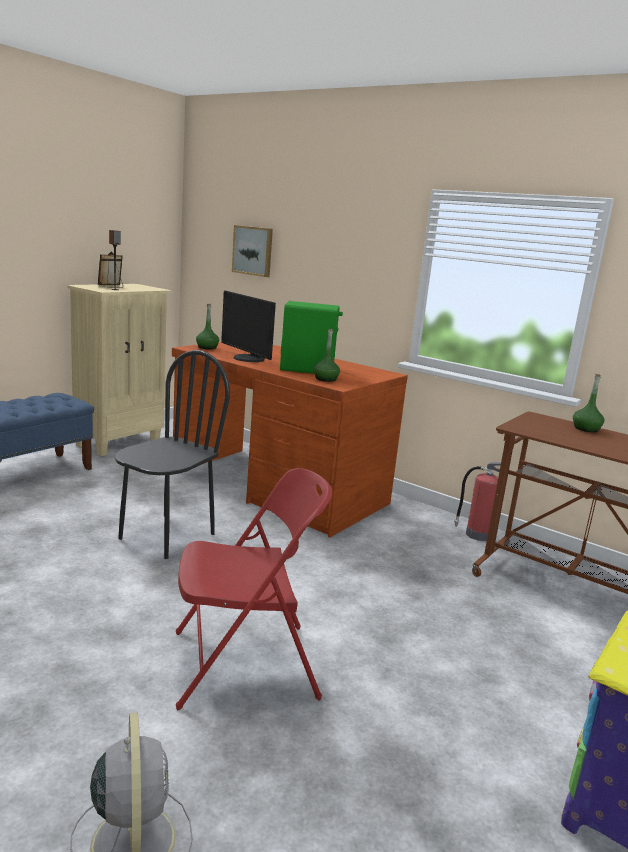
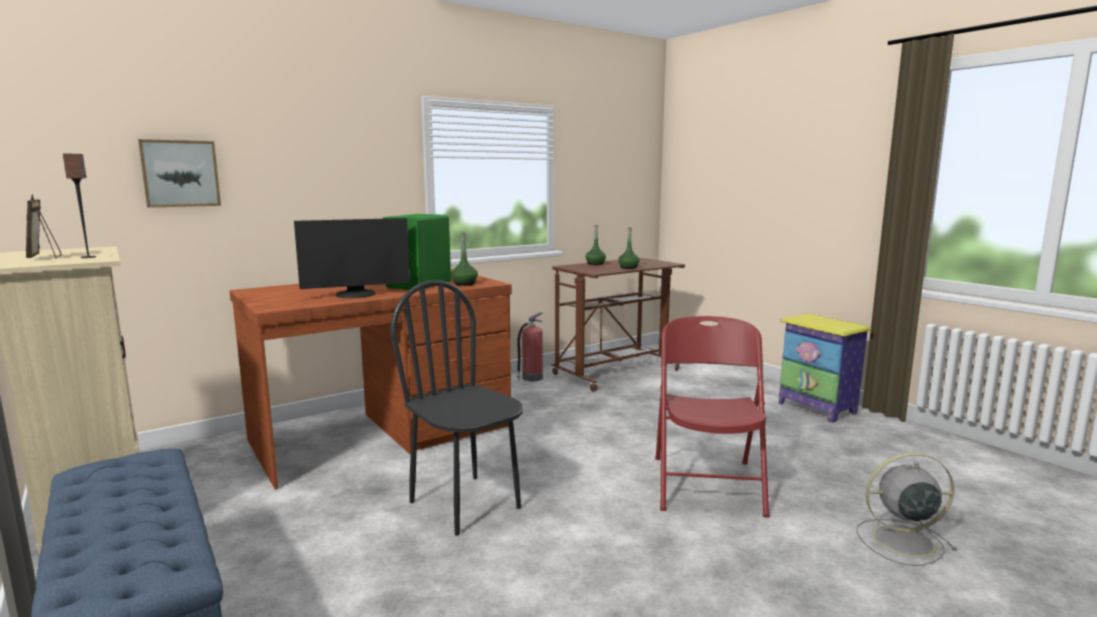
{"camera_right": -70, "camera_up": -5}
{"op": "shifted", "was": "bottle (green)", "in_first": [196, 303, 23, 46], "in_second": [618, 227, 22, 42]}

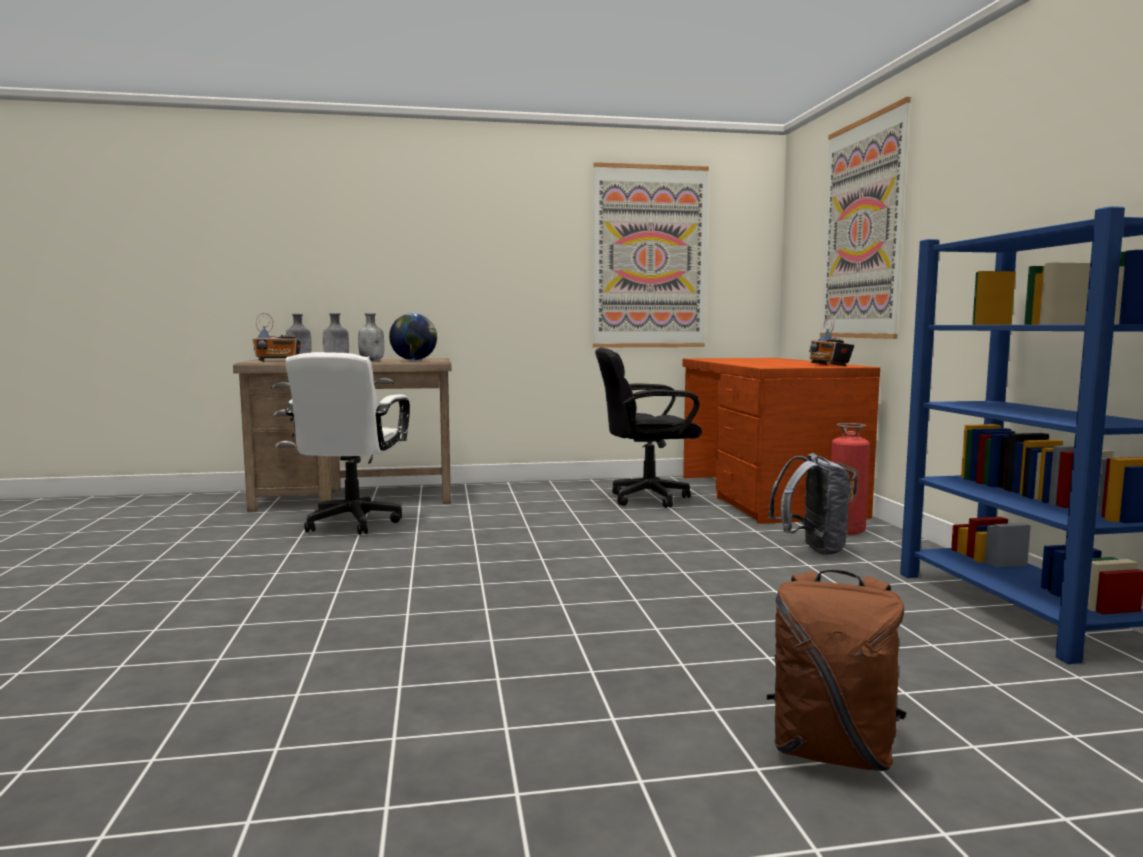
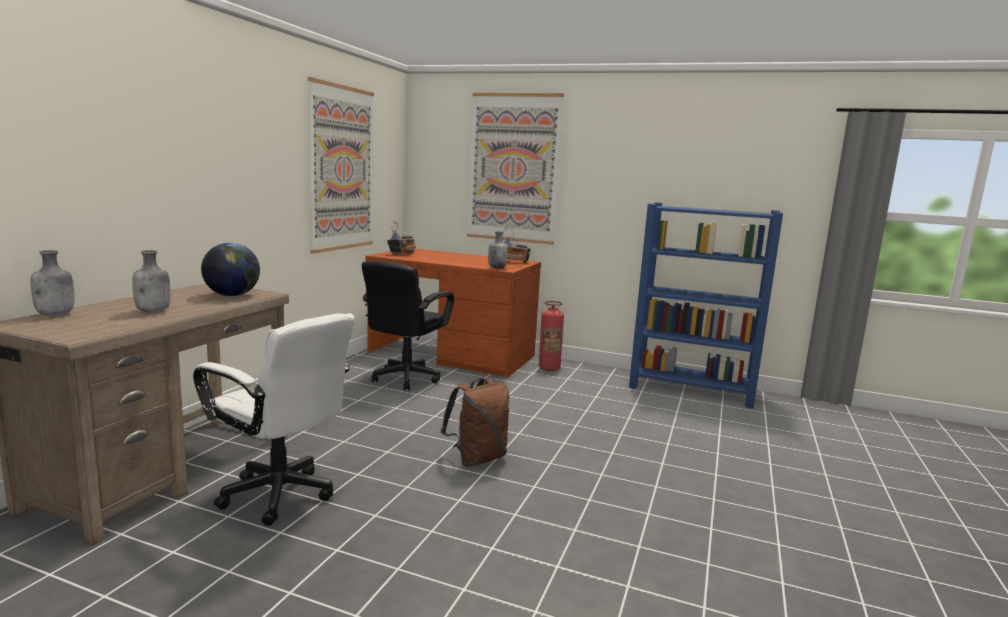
{"camera_right": -60, "camera_up": 5}
{"op": "shifted", "was": "radio", "in_first": [252, 313, 49, 48], "in_second": [387, 221, 29, 34]}
{"op": "shifted", "was": "backpack (brown)", "in_first": [767, 570, 140, 201], "in_second": [440, 378, 69, 89]}
{"op": "shifted", "was": "bottle (grey)", "in_first": [358, 313, 26, 48], "in_second": [488, 231, 20, 37]}
{"op": "gone", "was": "backpack (grey)", "in_first": [768, 453, 83, 102]}

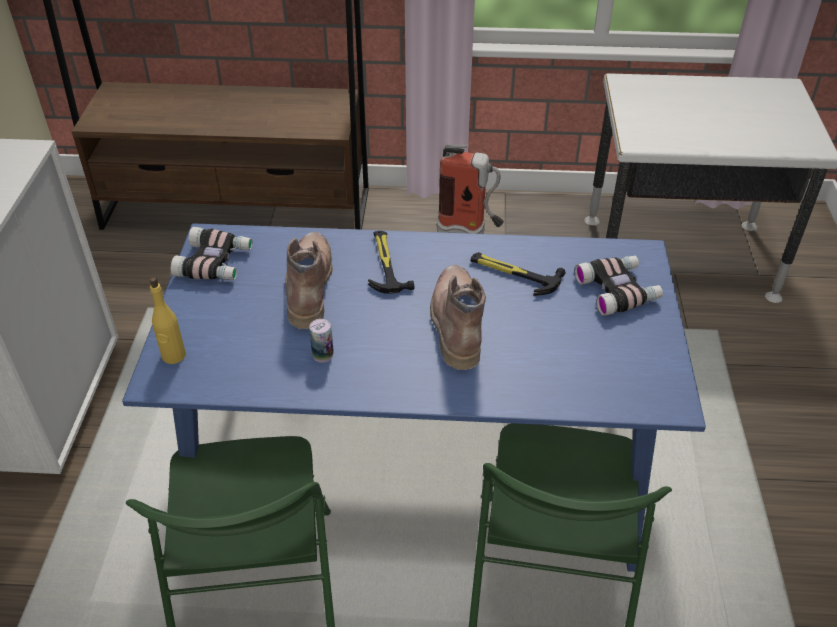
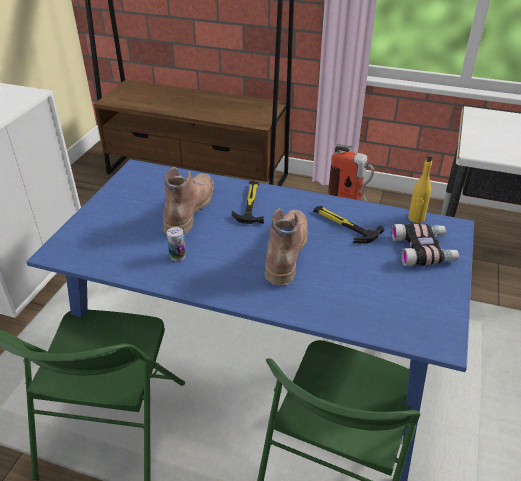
{"camera_right": 15, "camera_up": -5}
{"op": "shifted", "was": "bottle (yellow)", "in_first": [149, 277, 37, 87], "in_second": [408, 154, 25, 69]}
{"op": "gone", "was": "binoculars", "in_first": [170, 227, 83, 53]}

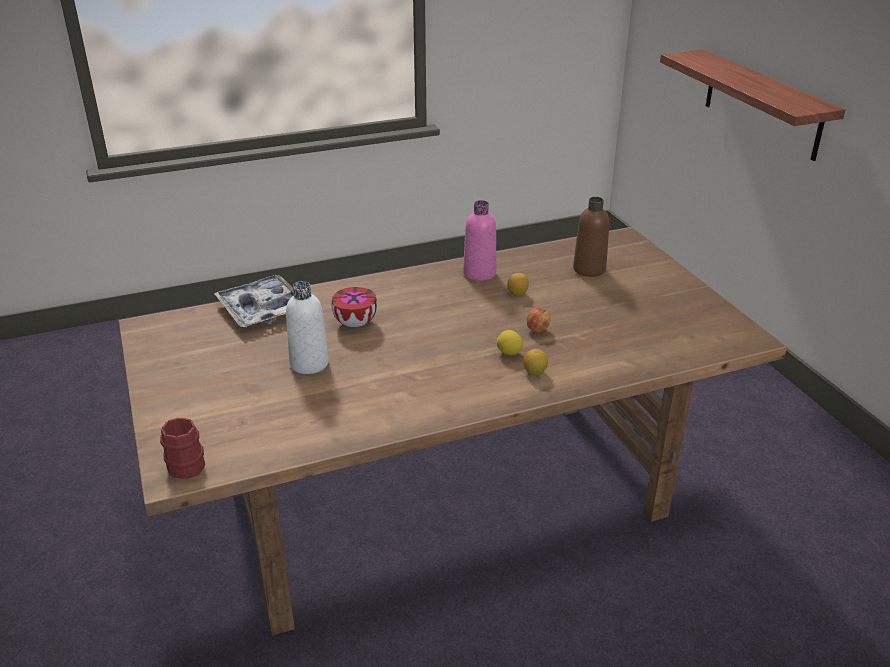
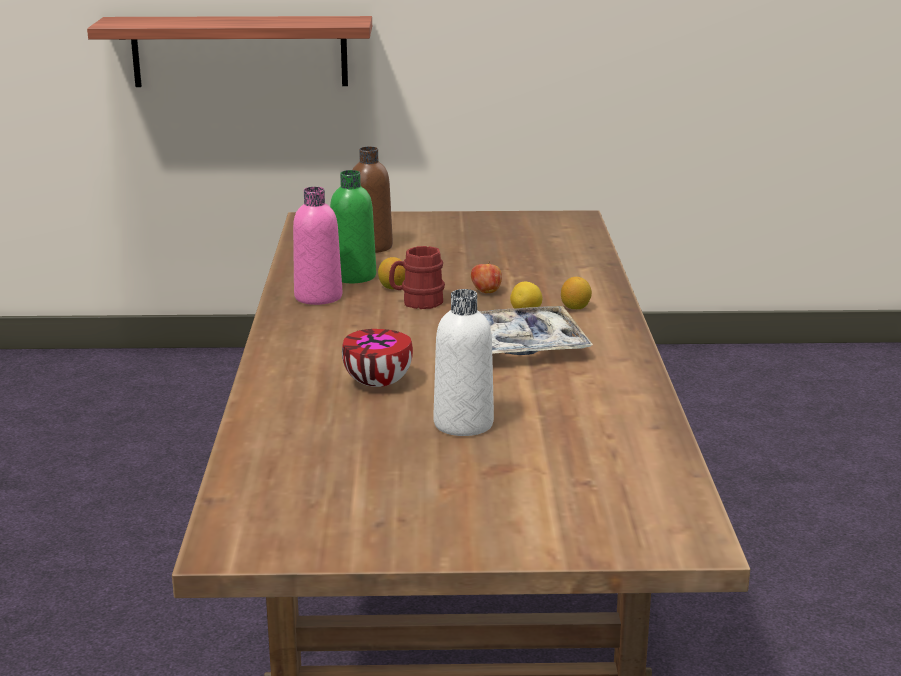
{"camera_right": -70, "camera_up": -10}
{"op": "new", "now": "bottle (green)", "in_second": [330, 170, 46, 113]}
{"op": "shifted", "was": "mug (red)", "in_first": [160, 418, 45, 61], "in_second": [389, 246, 56, 63]}
{"op": "shifted", "was": "tray", "in_first": [214, 275, 80, 52], "in_second": [479, 306, 114, 49]}

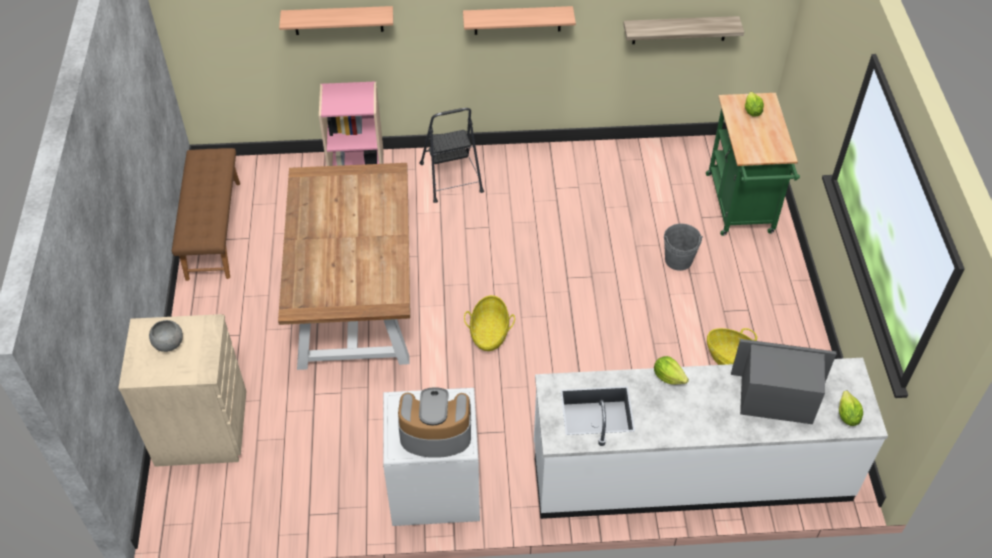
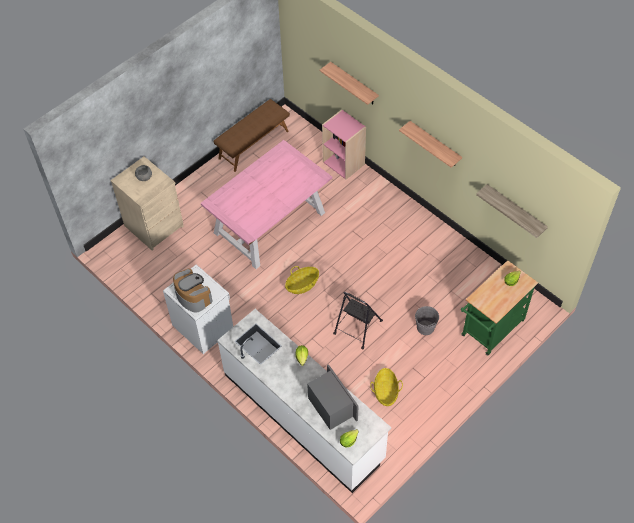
{"camera_right": 50, "camera_up": 5}
{"op": "repainted", "was": "dining table (brown)", "now": "dining table (pink)", "in_first": [278, 163, 132, 207], "in_second": [201, 140, 131, 129]}
{"op": "shifted", "was": "step ladder (black)", "in_first": [419, 108, 65, 95], "in_second": [333, 292, 50, 57]}

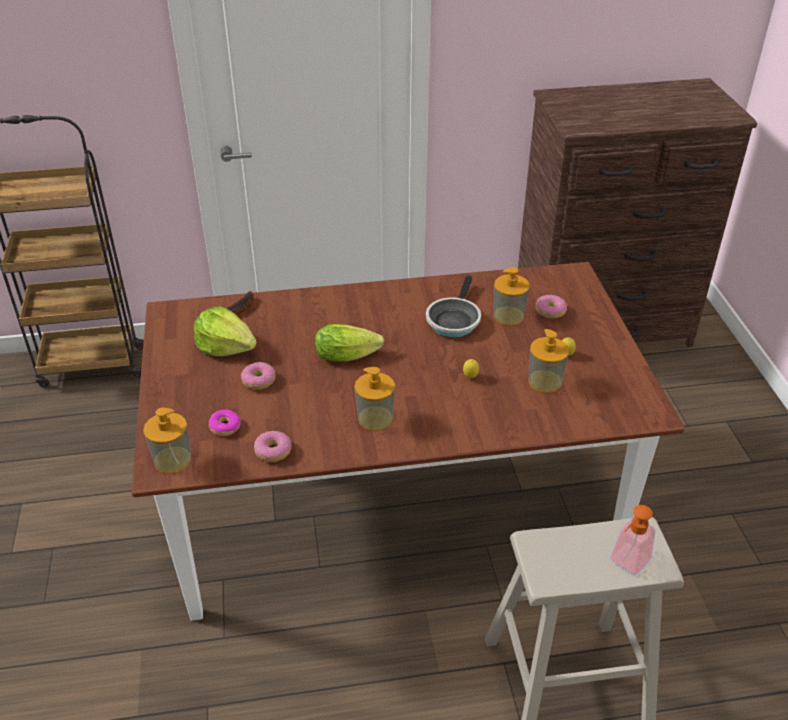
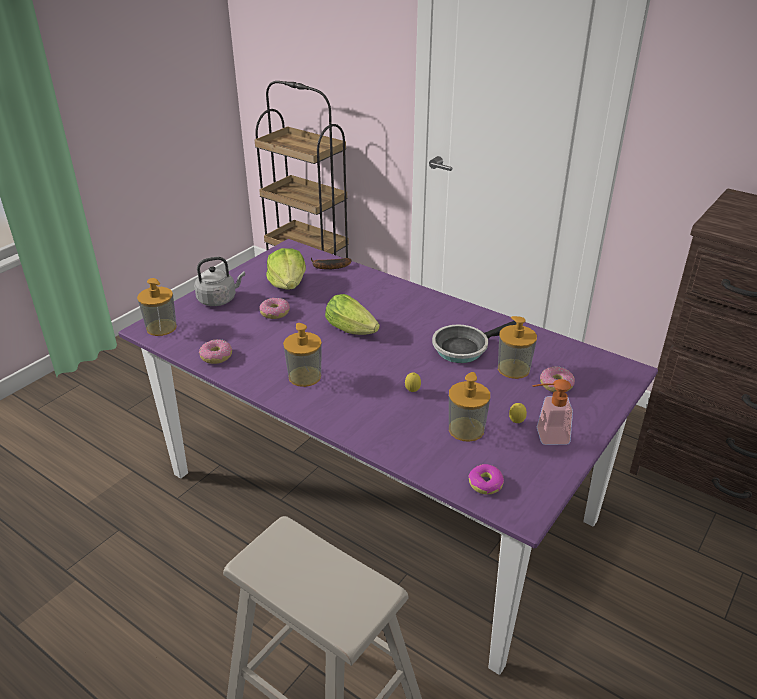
{"camera_right": 45, "camera_up": -5}
{"op": "repainted", "was": "dining table (brown)", "now": "dining table (purple)", "in_first": [132, 262, 553, 359], "in_second": [119, 239, 539, 436]}
{"op": "new", "now": "kettle (grey)", "in_second": [194, 257, 51, 49]}
{"op": "shifted", "was": "donut", "in_first": [209, 410, 32, 26], "in_second": [468, 464, 36, 30]}
{"op": "shifted", "was": "soap dispenser", "in_first": [610, 505, 46, 70], "in_second": [532, 379, 41, 66]}

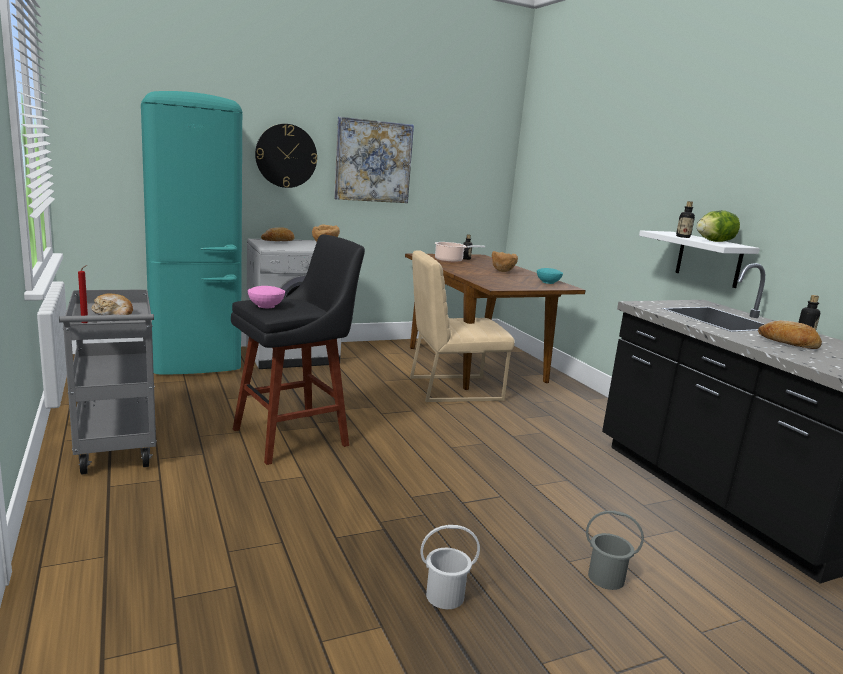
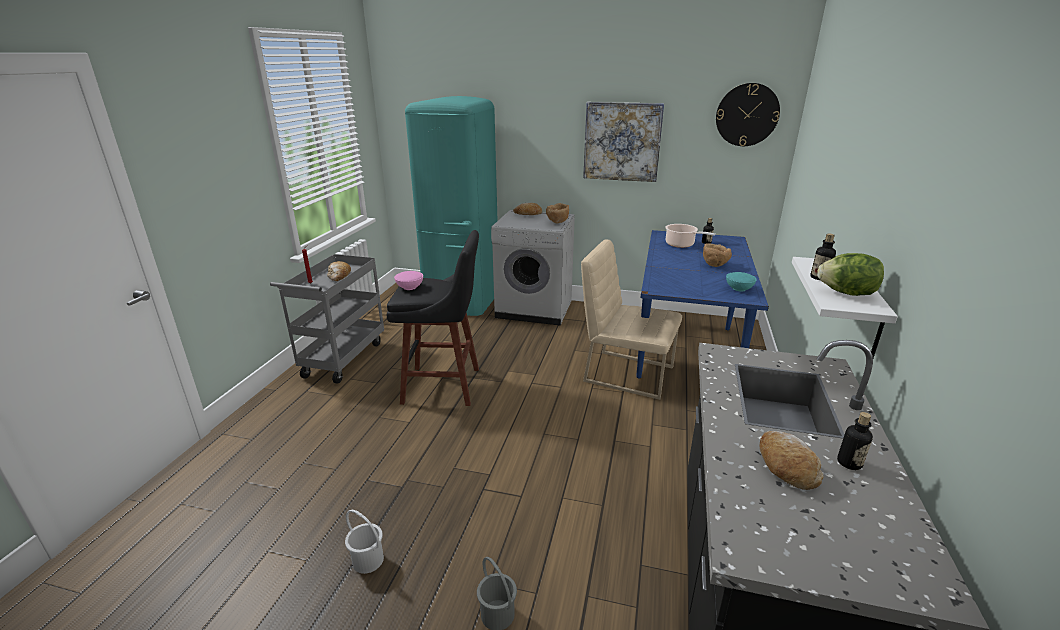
{"camera_right": 40, "camera_up": 10}
{"op": "repainted", "was": "dining table (brown)", "now": "dining table (blue)", "in_first": [405, 253, 181, 137], "in_second": [636, 230, 133, 148]}
{"op": "shifted", "was": "wall clock", "in_first": [255, 124, 62, 64], "in_second": [716, 83, 64, 63]}

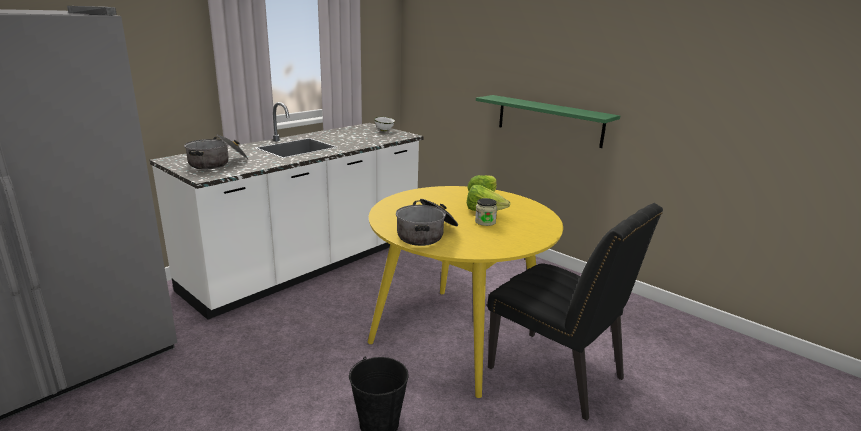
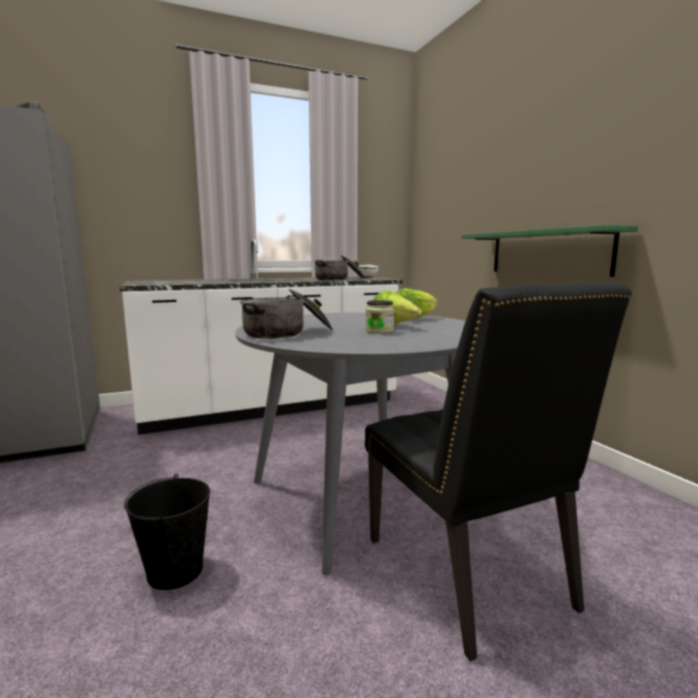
{"camera_right": 25, "camera_up": -10}
{"op": "repainted", "was": "dining table (yellow)", "now": "dining table (grey)", "in_first": [368, 186, 195, 212], "in_second": [235, 312, 231, 263]}
{"op": "shifted", "was": "cooking pot", "in_first": [184, 134, 64, 36], "in_second": [314, 255, 51, 25]}

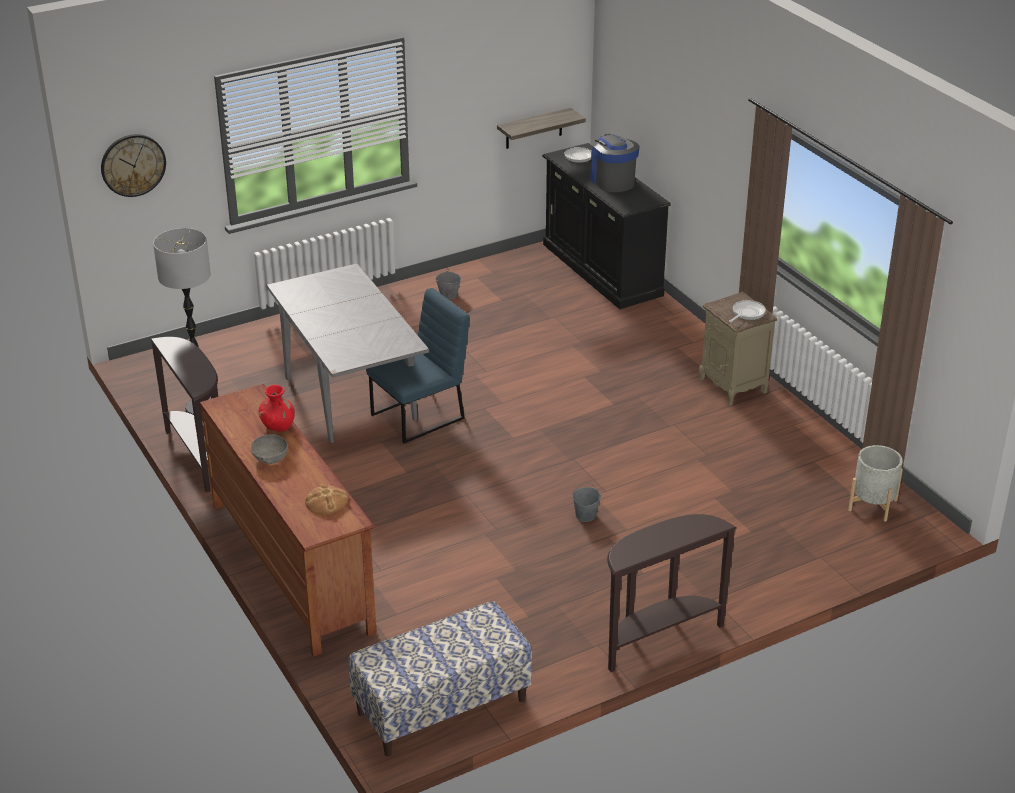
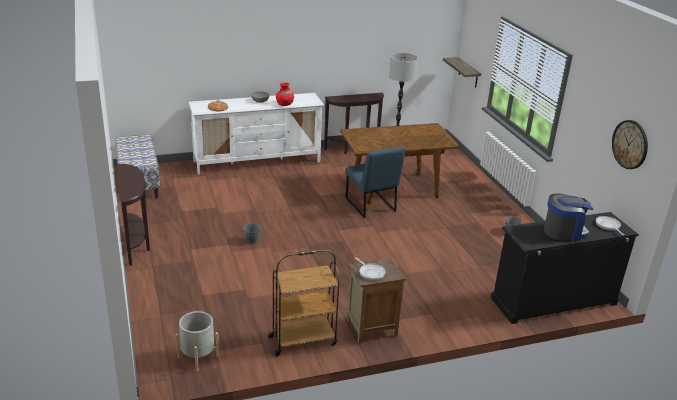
{"camera_right": 100, "camera_up": -5}
{"op": "repainted", "was": "dresser (brown)", "now": "dresser (white)", "in_first": [199, 384, 178, 273], "in_second": [188, 93, 137, 82]}
{"op": "new", "now": "cart (brown)", "in_second": [268, 250, 71, 107]}
{"op": "repainted", "was": "dining table (grey)", "now": "dining table (brown)", "in_first": [267, 263, 162, 181], "in_second": [340, 123, 120, 81]}
{"op": "shifted", "was": "shelf", "in_first": [497, 108, 89, 41], "in_second": [443, 57, 38, 31]}
{"op": "shifted", "was": "wall clock", "in_first": [101, 134, 65, 63], "in_second": [612, 120, 36, 49]}

